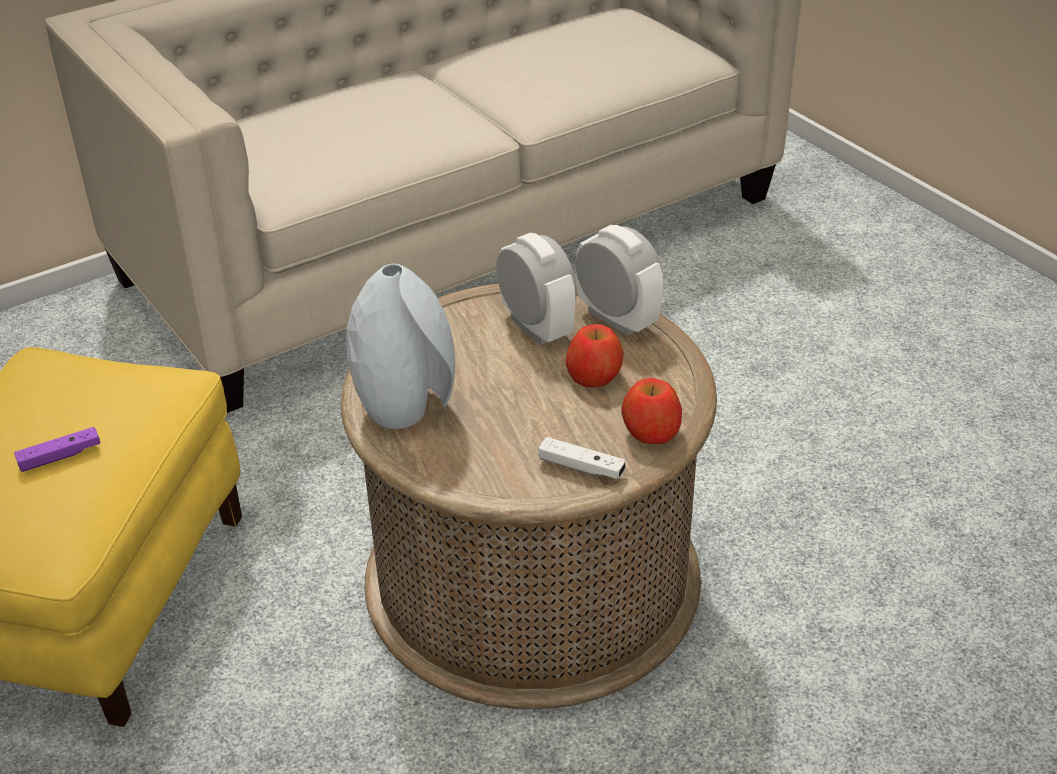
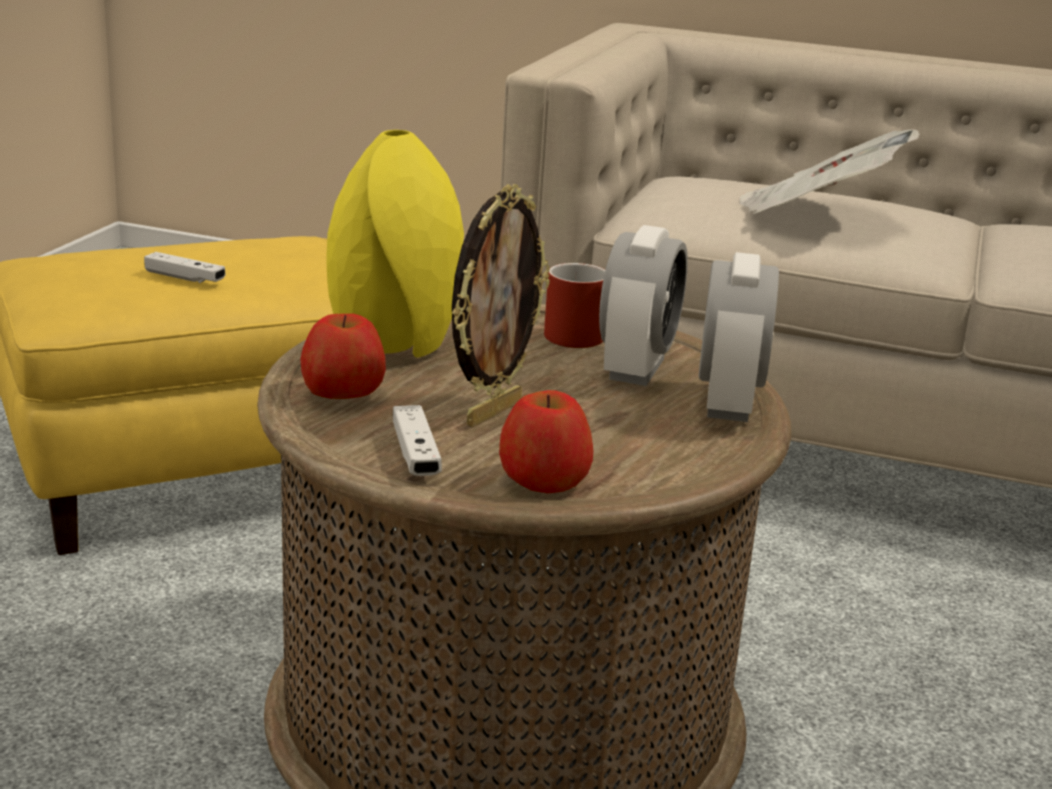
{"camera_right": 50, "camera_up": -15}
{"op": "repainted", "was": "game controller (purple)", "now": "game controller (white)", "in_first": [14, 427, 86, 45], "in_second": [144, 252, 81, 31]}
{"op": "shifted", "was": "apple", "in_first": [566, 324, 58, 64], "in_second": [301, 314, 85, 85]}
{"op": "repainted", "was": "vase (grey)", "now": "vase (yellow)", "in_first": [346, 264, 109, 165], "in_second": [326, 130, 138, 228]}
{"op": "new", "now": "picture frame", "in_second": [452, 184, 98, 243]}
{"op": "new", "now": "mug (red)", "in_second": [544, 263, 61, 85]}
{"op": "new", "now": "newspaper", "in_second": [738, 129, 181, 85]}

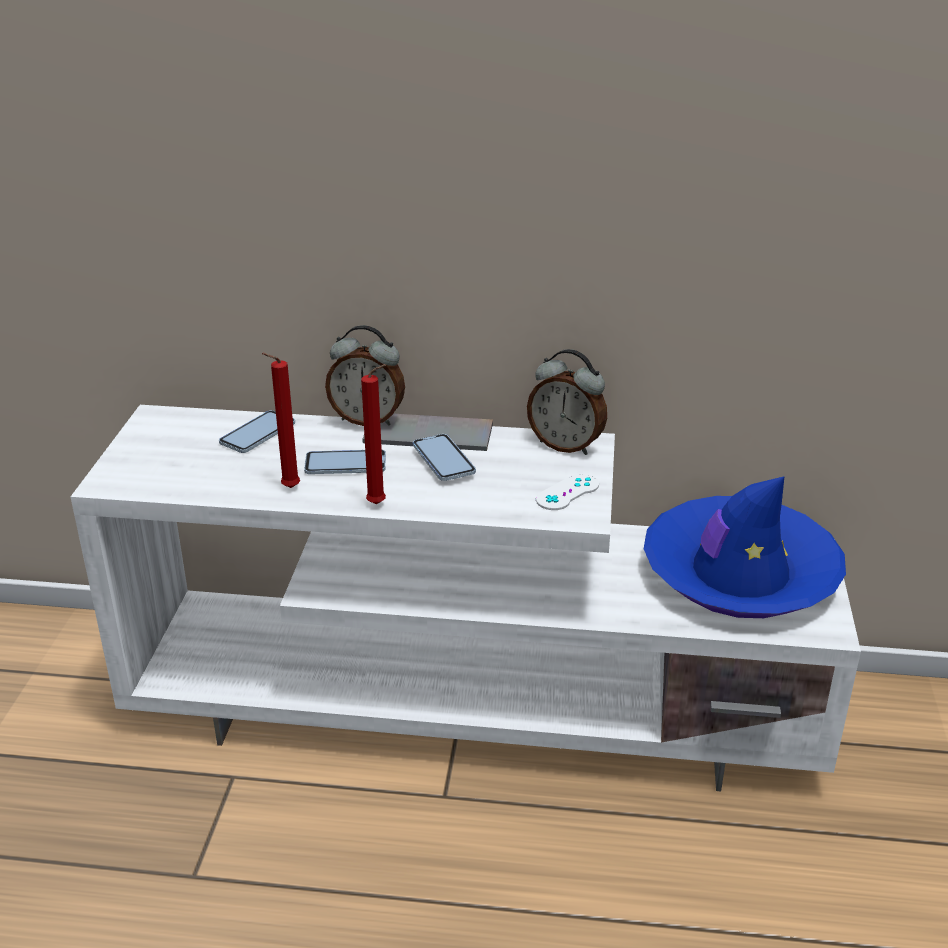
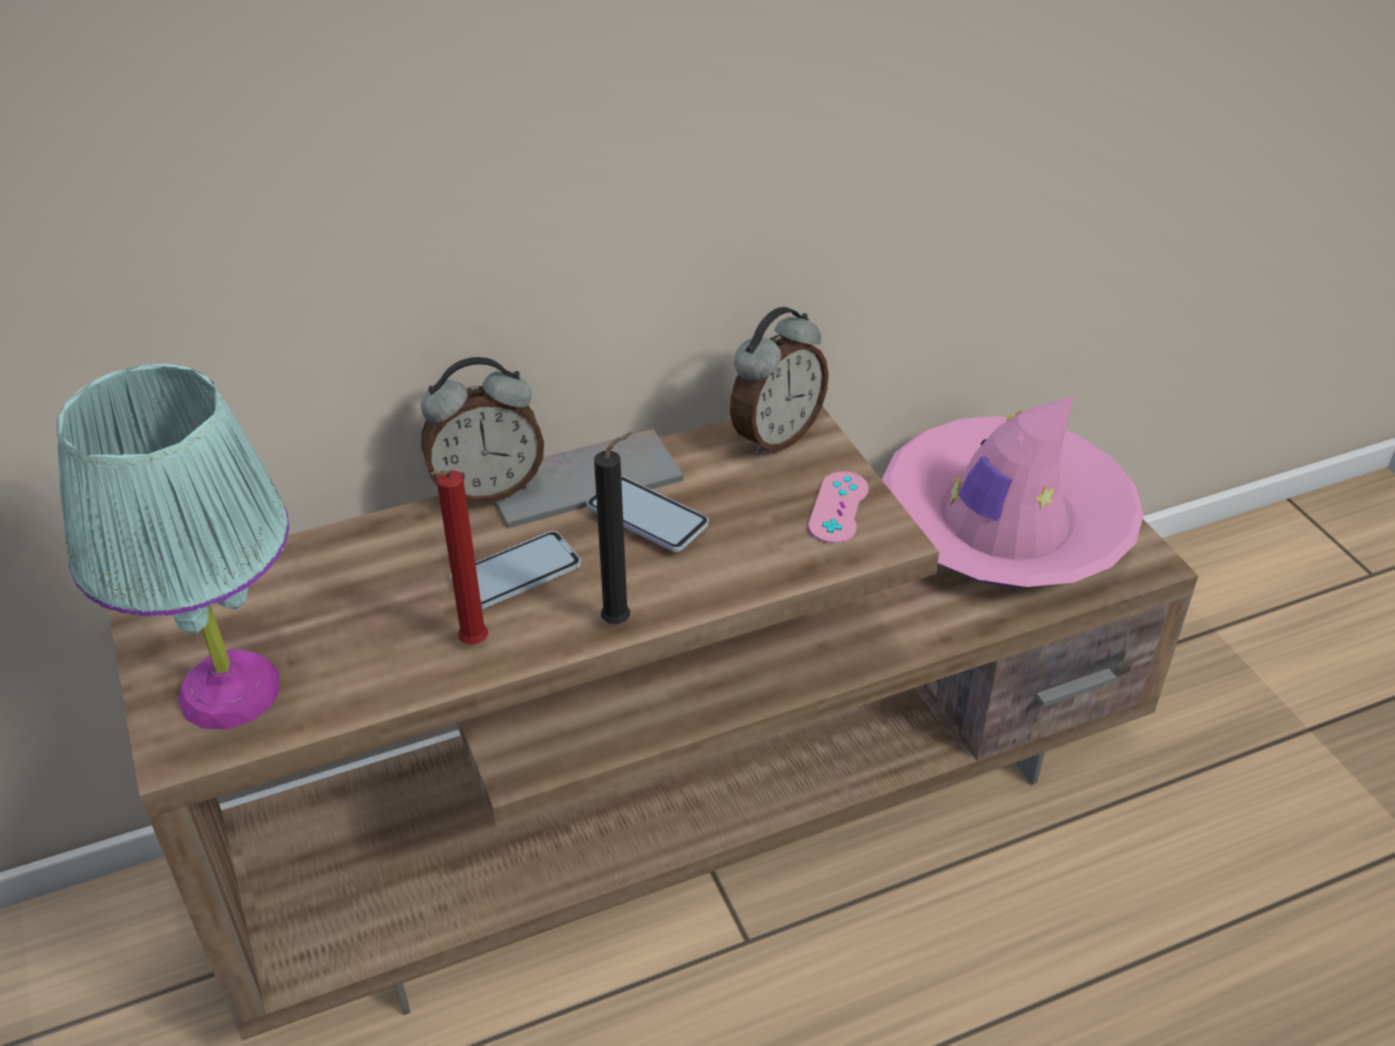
{"camera_right": -30, "camera_up": 10}
{"op": "new", "now": "table lamp (turquoise)", "in_second": [56, 364, 233, 365]}
{"op": "repainted", "was": "tv stand (white)", "now": "tv stand (brown)", "in_first": [71, 405, 790, 386], "in_second": [108, 406, 1090, 635]}
{"op": "repainted", "was": "candle (red)", "now": "candle (black)", "in_first": [361, 364, 25, 140], "in_second": [594, 432, 39, 192]}
{"op": "rotated", "was": "alarm clock", "in_first": [527, 349, 80, 106], "in_second": [730, 307, 99, 149], "clockwise": -45}
{"op": "repainted", "was": "game controller (white)", "now": "game controller (pink)", "in_first": [536, 473, 63, 37], "in_second": [808, 471, 60, 73]}
{"op": "repainted", "was": "hat (blue)", "now": "hat (pink)", "in_first": [644, 476, 202, 142], "in_second": [882, 396, 262, 192]}
{"op": "gone", "was": "phone", "in_first": [219, 410, 76, 43]}

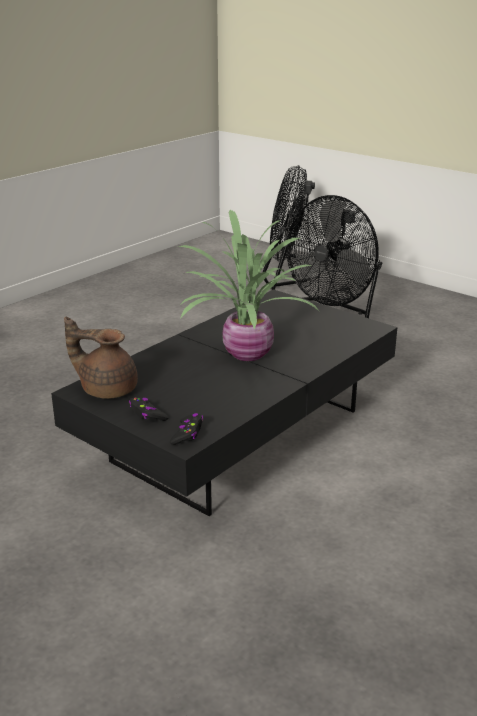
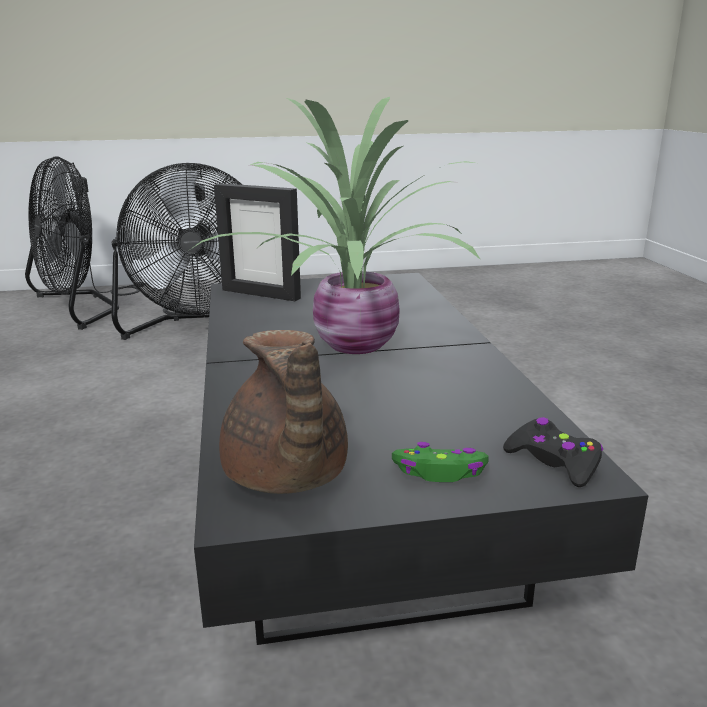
{"camera_right": -50, "camera_up": -5}
{"op": "new", "now": "picture frame", "in_second": [214, 183, 87, 118]}
{"op": "rotated", "was": "teapot (brown)", "in_first": [64, 317, 74, 82], "in_second": [219, 330, 129, 164], "clockwise": -75}
{"op": "repainted", "was": "game controller (black)", "now": "game controller (green)", "in_first": [129, 397, 40, 24], "in_second": [392, 442, 97, 40]}

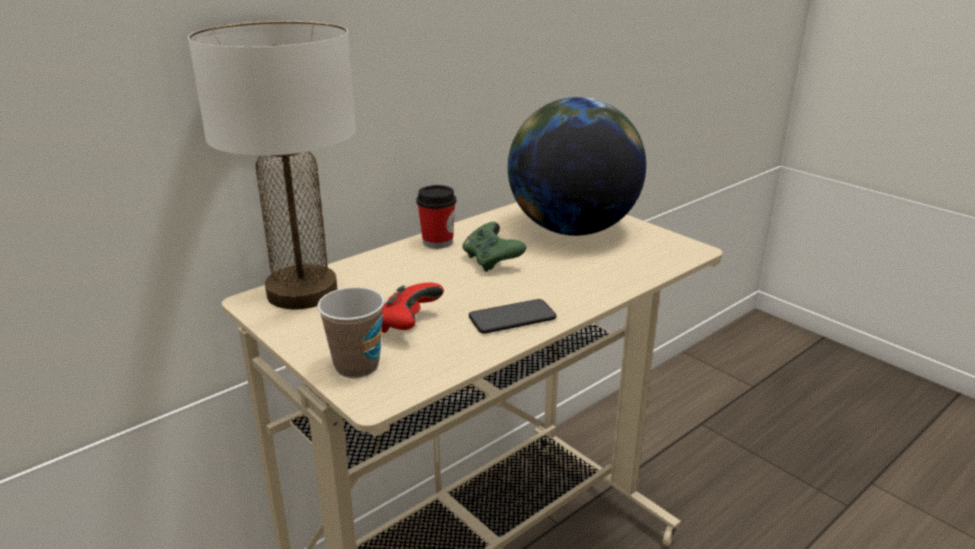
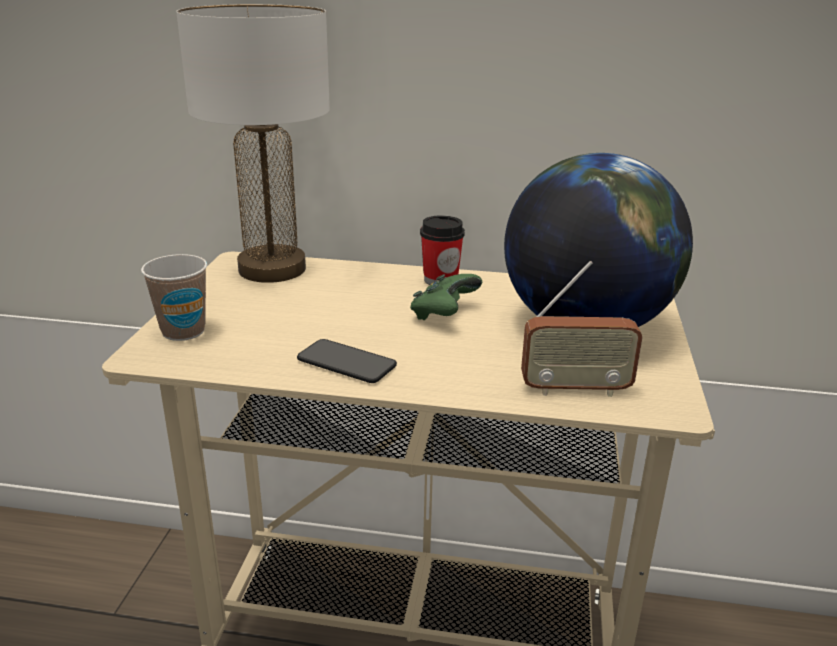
{"camera_right": 50, "camera_up": 0}
{"op": "new", "now": "radio", "in_second": [521, 261, 122, 136]}
{"op": "gone", "was": "game controller (red)", "in_first": [382, 283, 62, 50]}

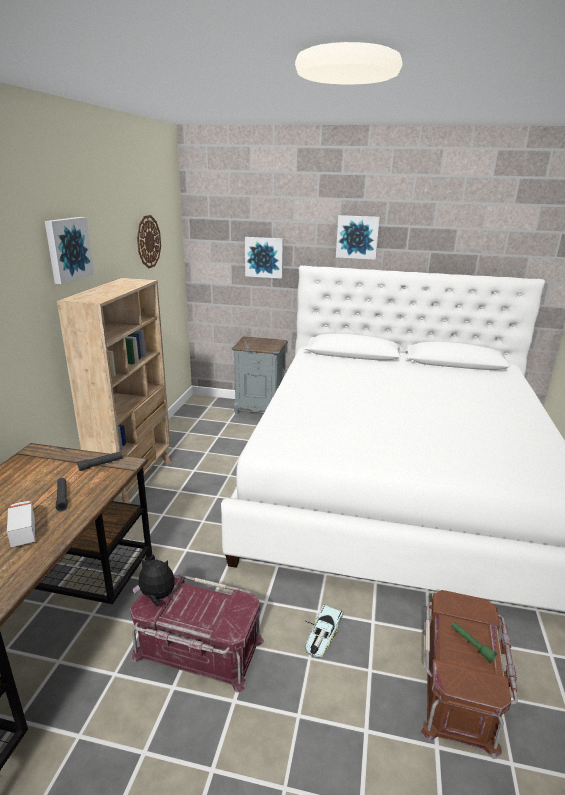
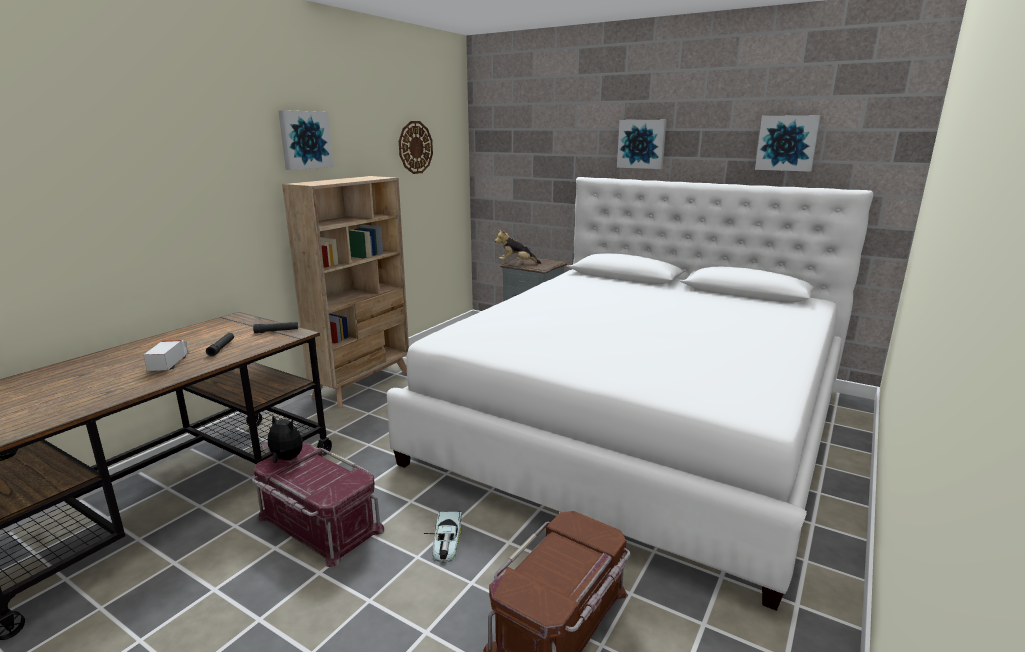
{"camera_right": 20, "camera_up": -5}
{"op": "rotated", "was": "toy car", "in_first": [305, 604, 38, 54], "in_second": [424, 512, 38, 50], "clockwise": -45}
{"op": "new", "now": "plush toy", "in_second": [495, 230, 46, 34]}
{"op": "shifted", "was": "picture", "in_first": [245, 237, 39, 42], "in_second": [755, 115, 66, 57]}
{"op": "gone", "was": "flashlight (green)", "in_first": [451, 622, 46, 41]}

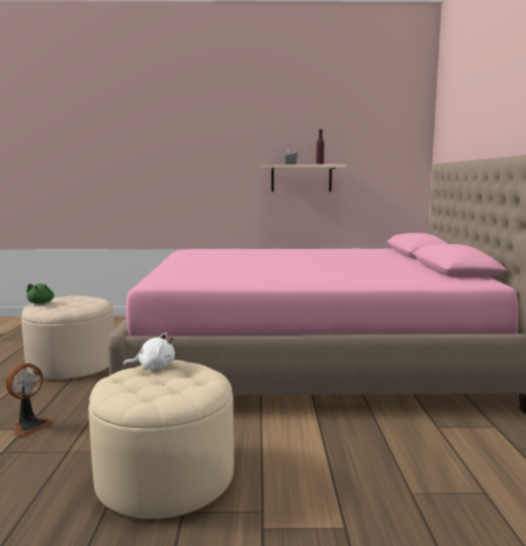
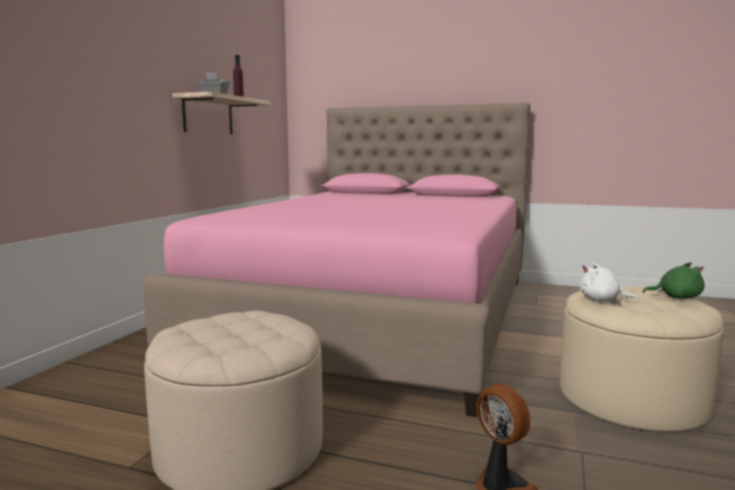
{"camera_right": -70, "camera_up": 0}
{"op": "rotated", "was": "plush toy (white)", "in_first": [123, 333, 52, 36], "in_second": [579, 262, 60, 41], "clockwise": -75}
{"op": "shifted", "was": "plush toy (green)", "in_first": [27, 284, 27, 20], "in_second": [643, 262, 61, 37]}

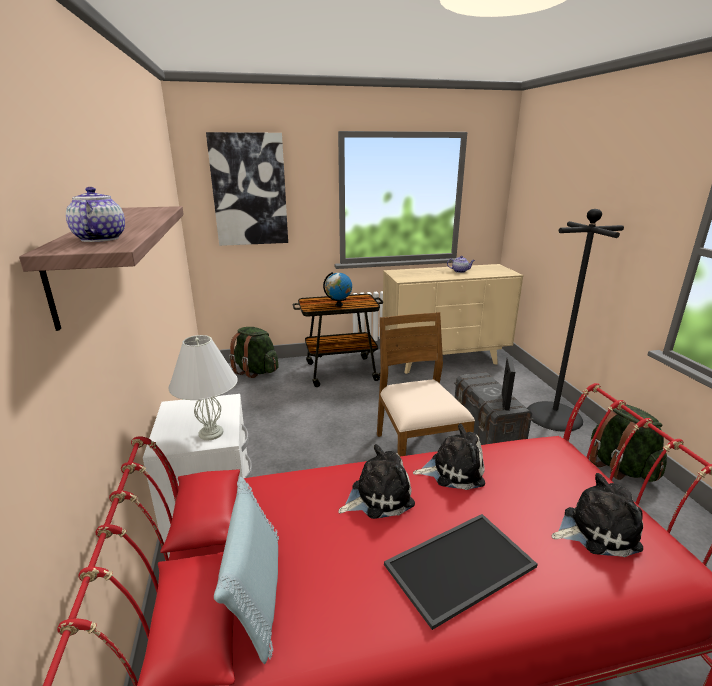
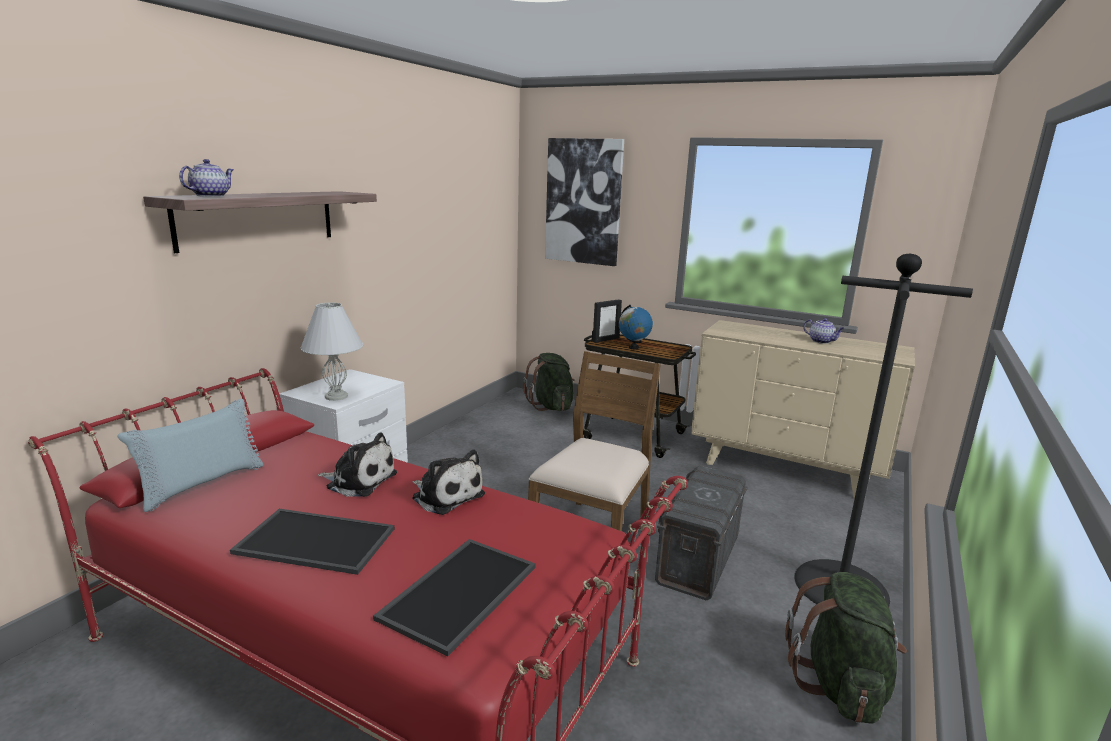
{"camera_right": 40, "camera_up": -5}
{"op": "swapped", "was": "plush toy", "now": "tray", "in_first": [552, 473, 91, 84], "in_second": [373, 539, 163, 117]}
{"op": "shifted", "was": "picture frame", "in_first": [502, 357, 13, 54], "in_second": [592, 299, 30, 44]}

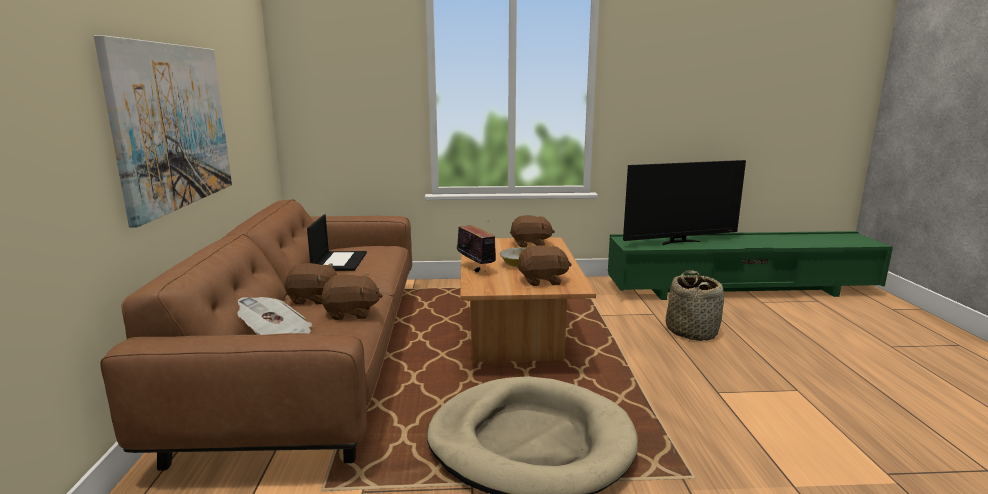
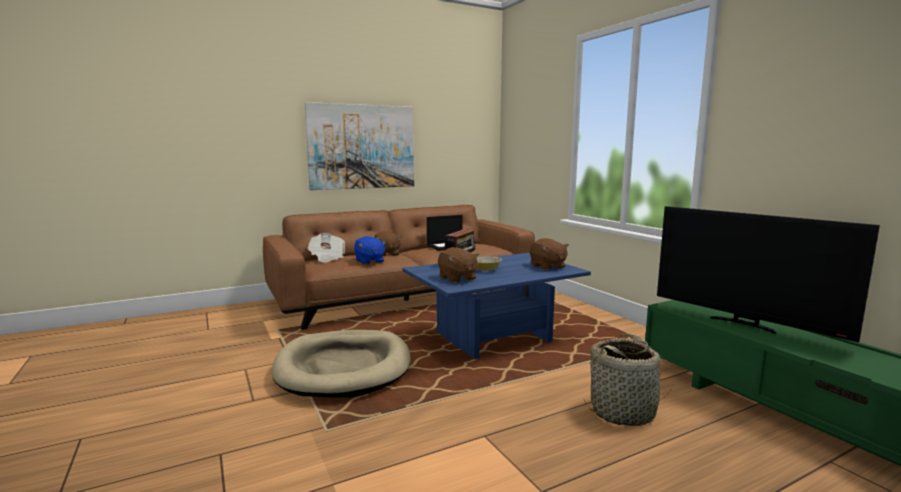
{"camera_right": 65, "camera_up": -5}
{"op": "repainted", "was": "plush toy (brown)", "now": "plush toy (blue)", "in_first": [322, 274, 61, 46], "in_second": [354, 236, 32, 29]}
{"op": "repainted", "was": "coffee table (brown)", "now": "coffee table (blue)", "in_first": [460, 237, 136, 125], "in_second": [402, 253, 189, 106]}

